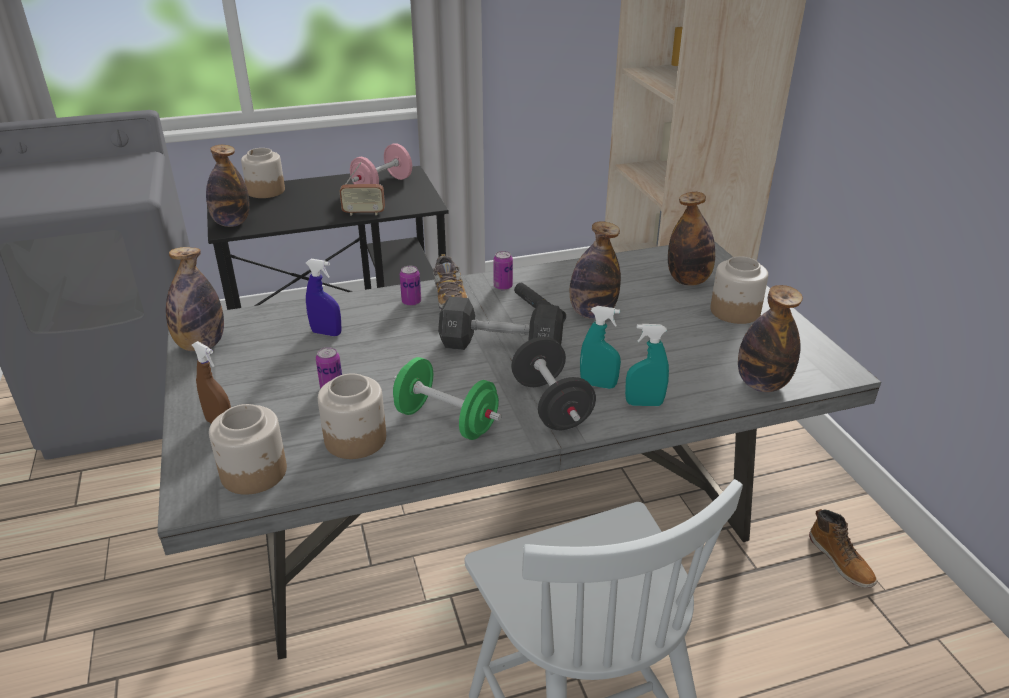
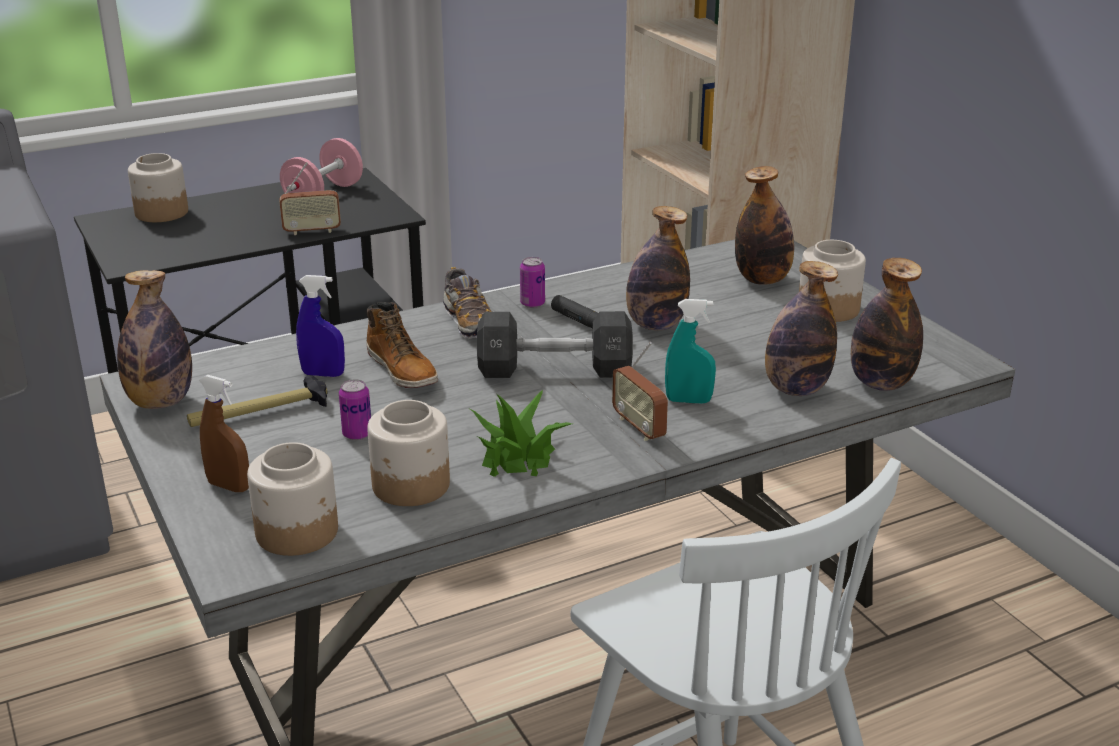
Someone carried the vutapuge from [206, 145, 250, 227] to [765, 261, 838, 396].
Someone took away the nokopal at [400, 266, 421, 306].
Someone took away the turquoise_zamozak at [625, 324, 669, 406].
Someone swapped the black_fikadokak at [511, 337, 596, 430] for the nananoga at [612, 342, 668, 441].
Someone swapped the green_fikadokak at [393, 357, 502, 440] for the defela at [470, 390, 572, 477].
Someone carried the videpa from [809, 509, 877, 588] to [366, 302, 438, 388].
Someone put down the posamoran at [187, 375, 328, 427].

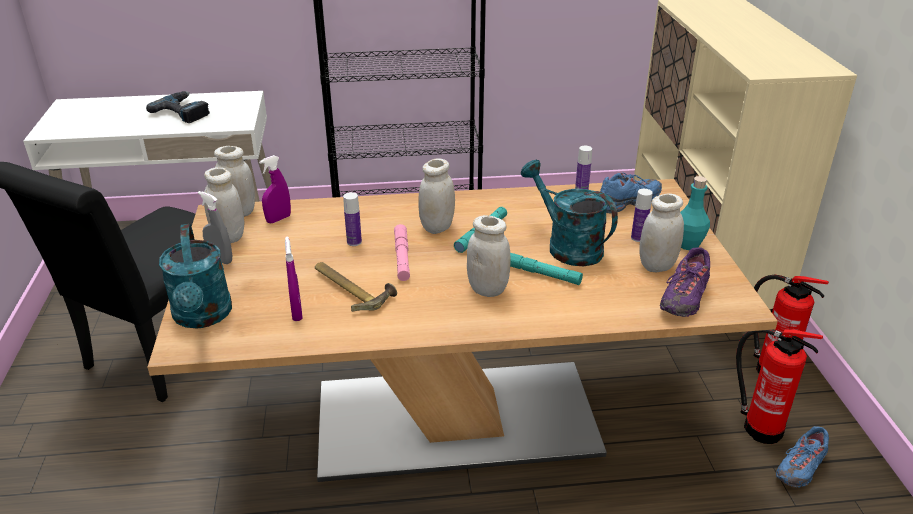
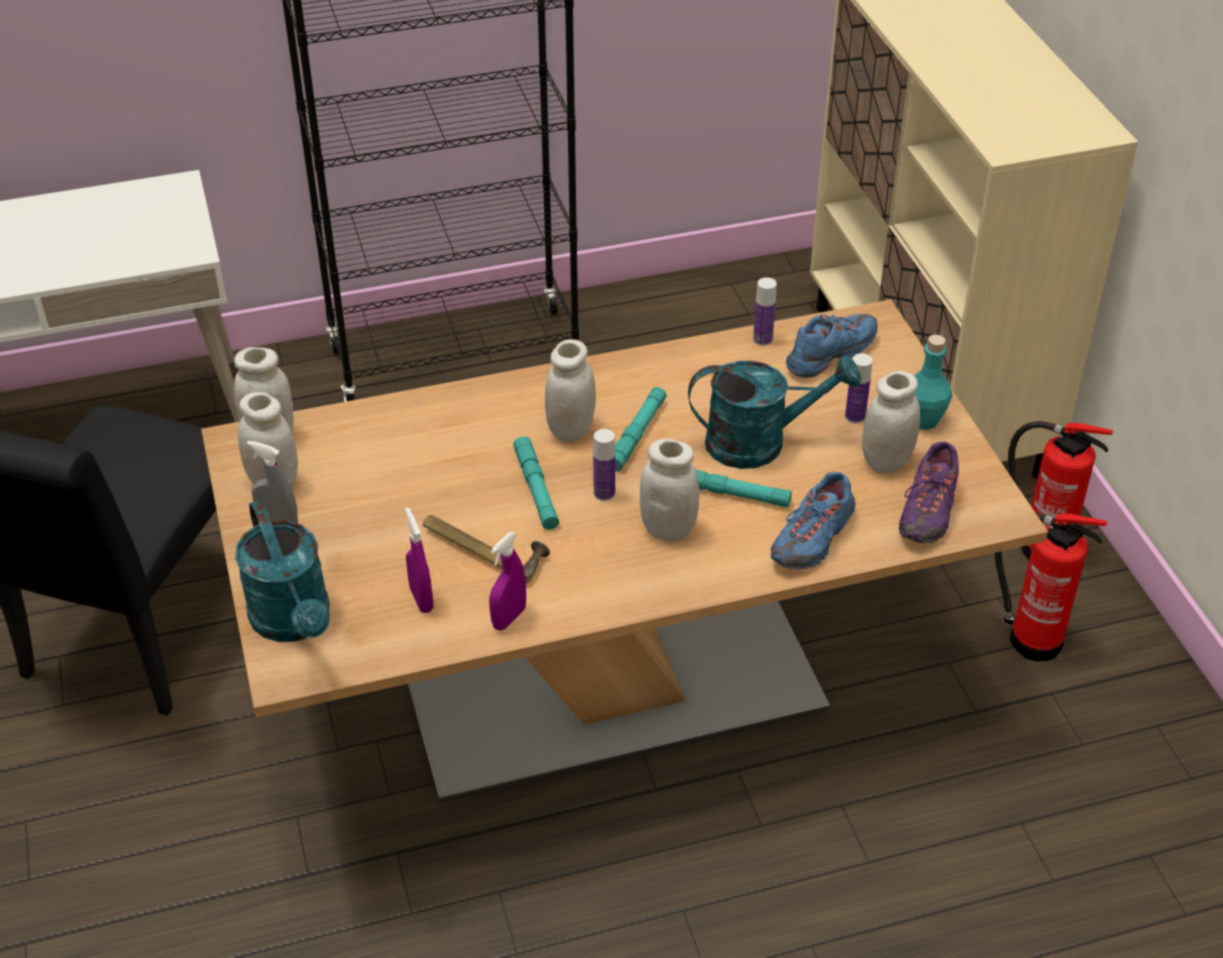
Someone took away the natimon at [146, 91, 210, 123].
Someone carried the purple_zamozak from [259, 155, 291, 223] to [489, 532, 526, 630].
Someone rotated the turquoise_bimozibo at [521, 160, 618, 266] by 135 degrees clockwise.
Someone carried the vutapuge from [343, 192, 362, 246] to [593, 429, 615, 501].
Someone repainted the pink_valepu at [394, 224, 410, 281], which became the turquoise_valepu at [513, 436, 559, 530].
Someone carried the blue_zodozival from [776, 426, 829, 487] to [770, 472, 856, 570].

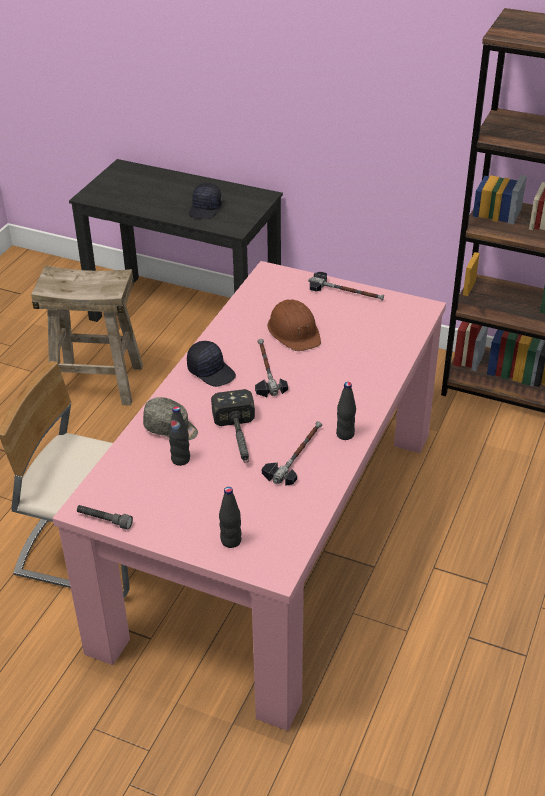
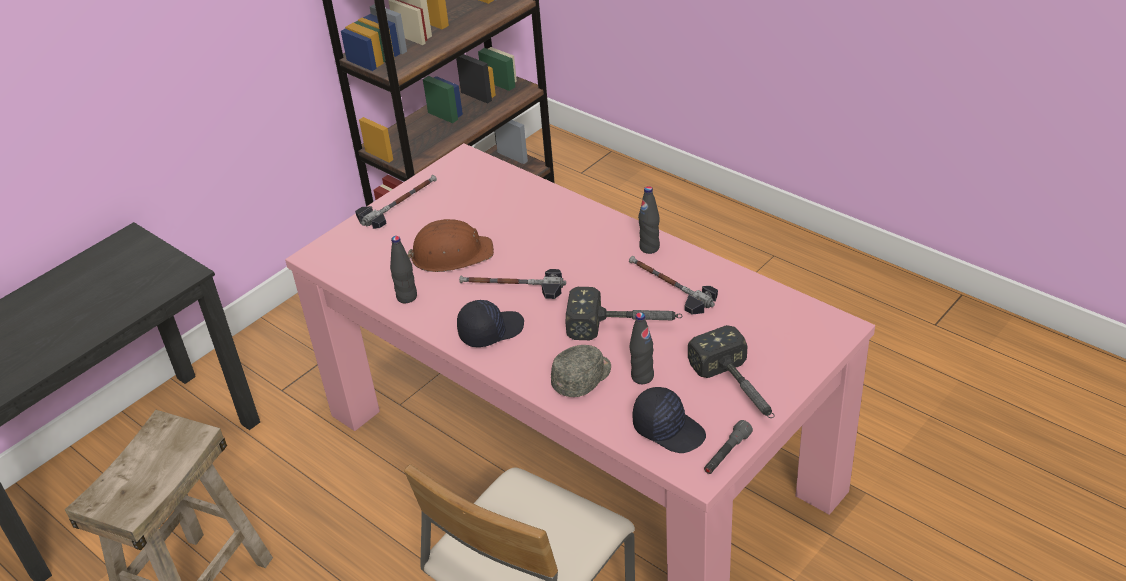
Someone carried the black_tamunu from [189, 183, 222, 219] to [632, 387, 706, 453].
Someone carried the black_vutapuge from [219, 487, 241, 548] to [390, 236, 417, 303].
Someone put down the posamoran at [688, 325, 775, 418].

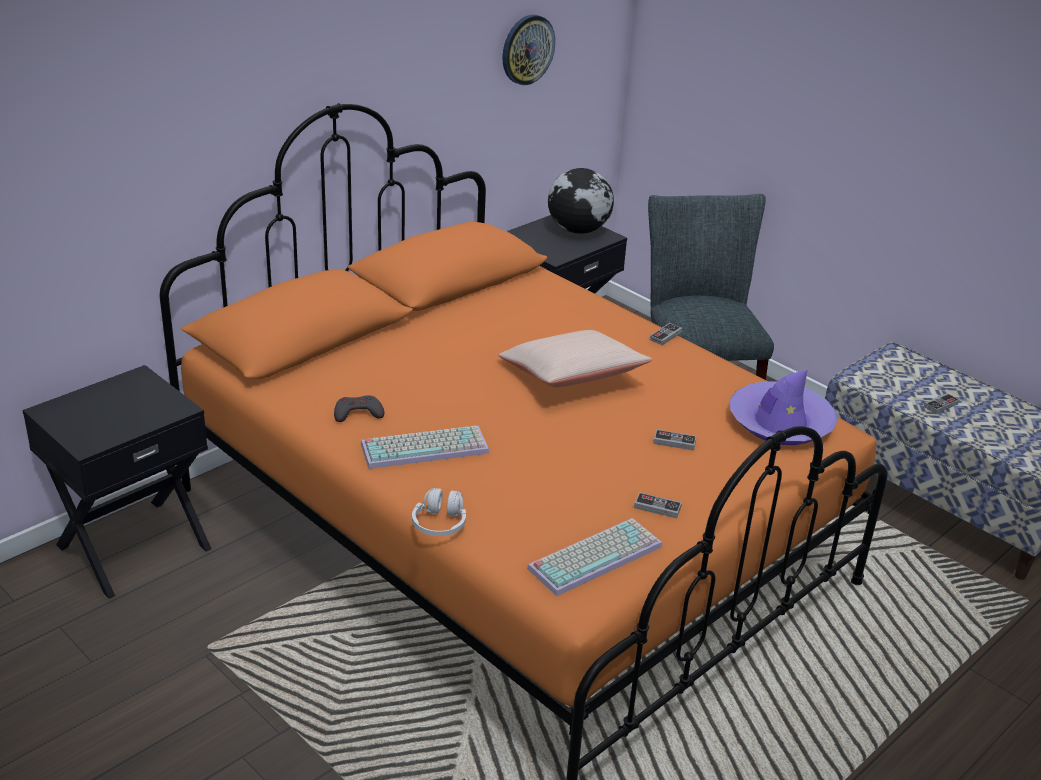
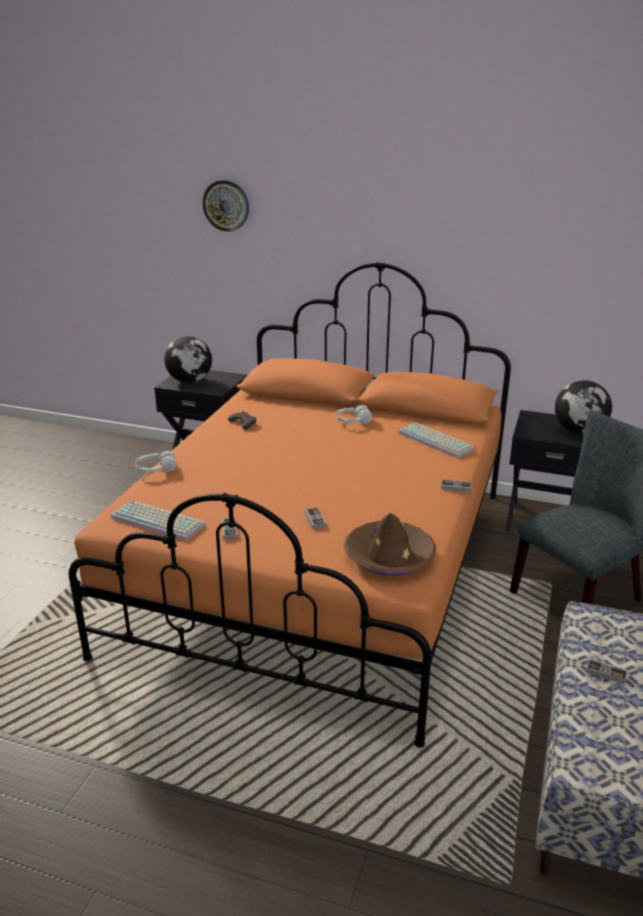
Someone carried the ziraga from [502, 15, 555, 85] to [203, 180, 249, 232].
Someone took away the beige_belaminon at [499, 330, 652, 387].
Someone repainted the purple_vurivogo at [730, 370, 838, 445], which became the brown_vurivogo at [344, 513, 436, 576].
Someone carried the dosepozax from [361, 426, 489, 469] to [398, 422, 475, 458].
Someone put down the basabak at [164, 336, 212, 383].
Someone put down the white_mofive at [335, 405, 372, 424].

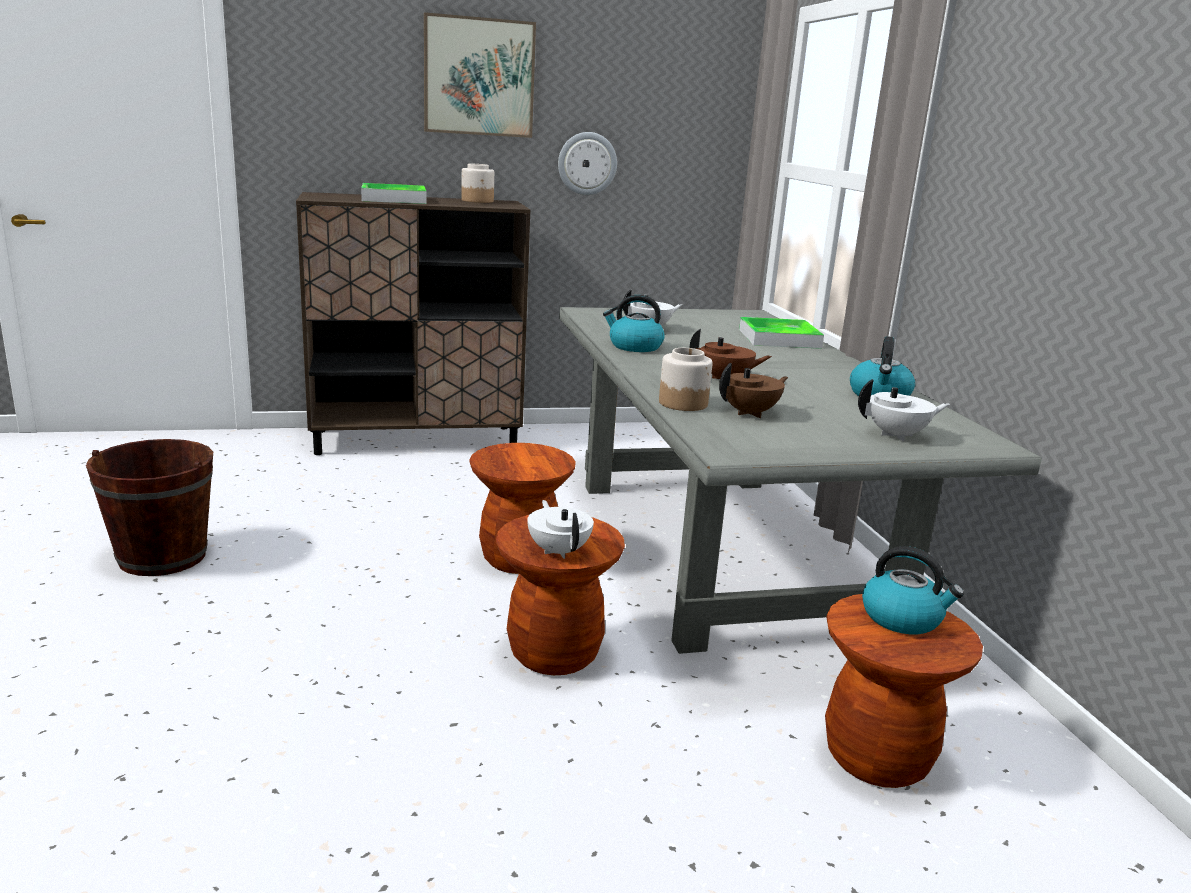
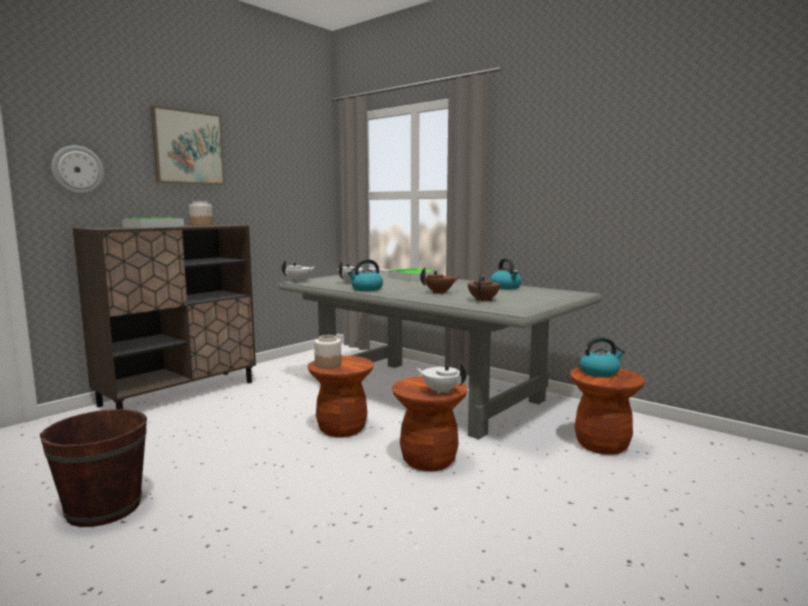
Someone carried the ziraga from [558, 132, 617, 195] to [51, 145, 104, 195].
Someone carried the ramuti from [659, 348, 712, 411] to [314, 335, 342, 369].
Someone carried the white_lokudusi from [858, 379, 950, 441] to [282, 260, 314, 282].

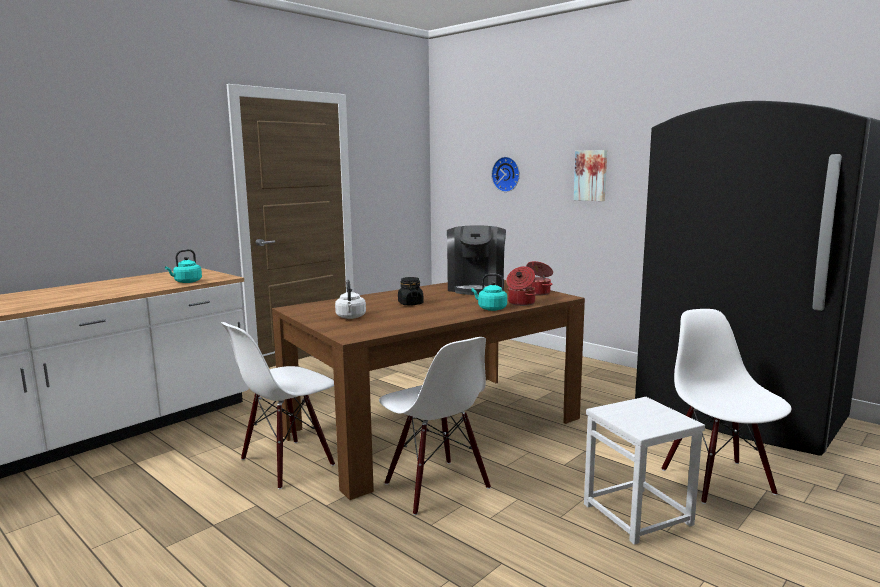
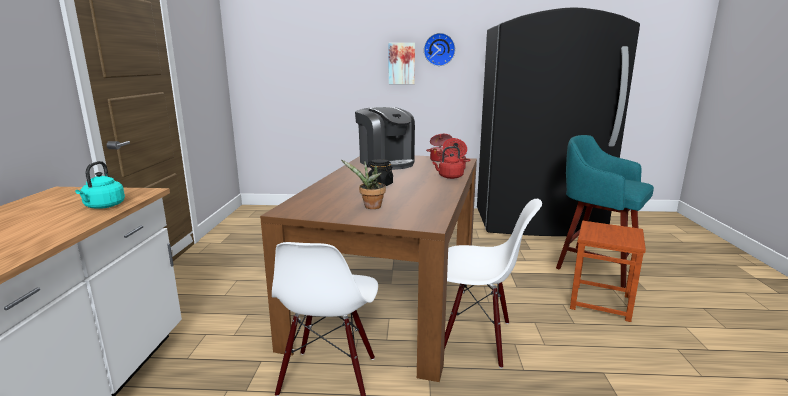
Someone carried the ziraga from [491, 157, 520, 192] to [424, 33, 455, 66].
Someone repainted the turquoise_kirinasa at [471, 274, 507, 311], which became the red_kirinasa at [432, 146, 464, 179].
Someone swapped the white_kirinasa at [335, 280, 366, 319] for the defela at [341, 160, 386, 209].
Someone swapped the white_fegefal at [661, 309, 792, 504] for the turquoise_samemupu at [556, 135, 654, 288].
Someone repainted the white_samemupu at [584, 397, 705, 545], which became the brown_samemupu at [570, 221, 646, 322].

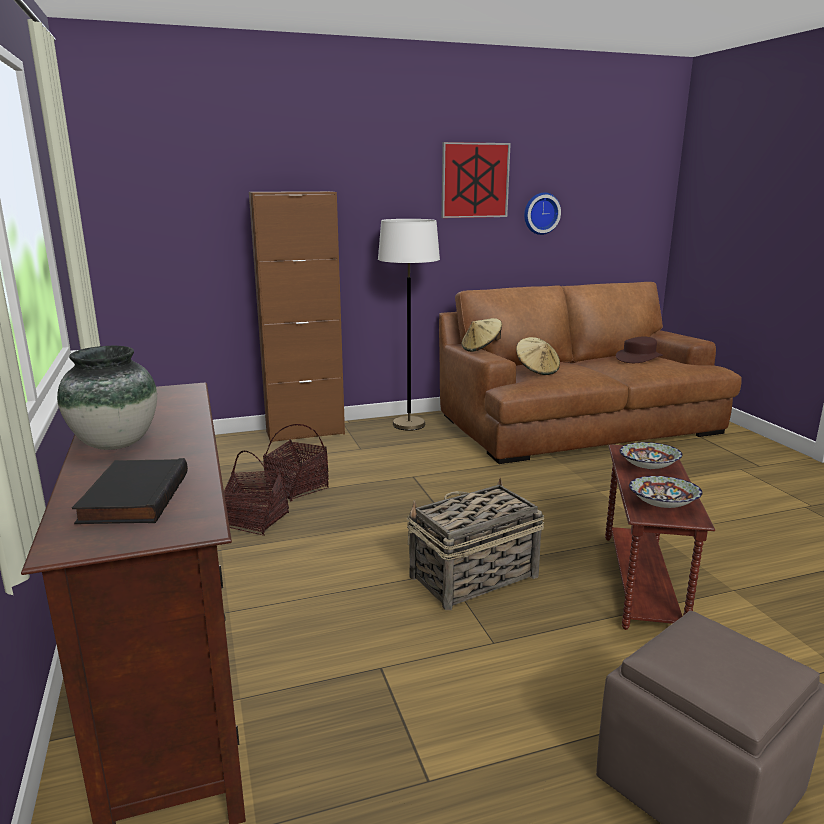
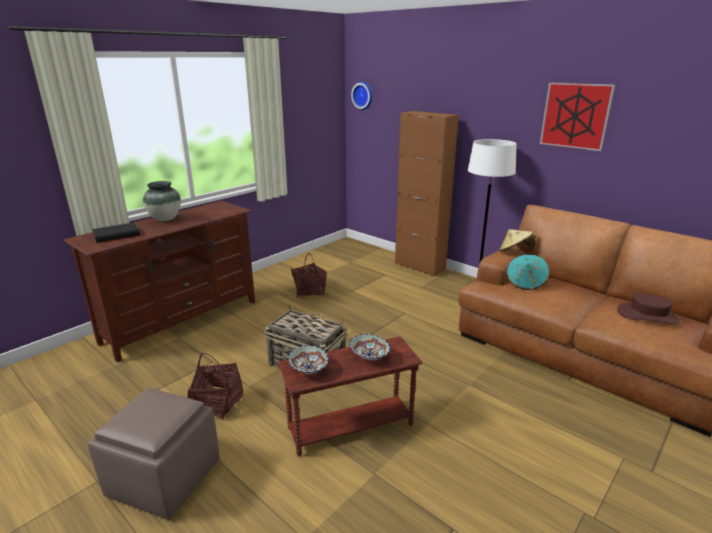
Someone carried the ziraga from [524, 192, 561, 235] to [351, 81, 372, 110].
Someone repainted the beige_vurivogo at [516, 337, 560, 375], which became the turquoise_vurivogo at [506, 255, 549, 290].
Someone carried the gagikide from [263, 424, 329, 502] to [187, 353, 244, 420].

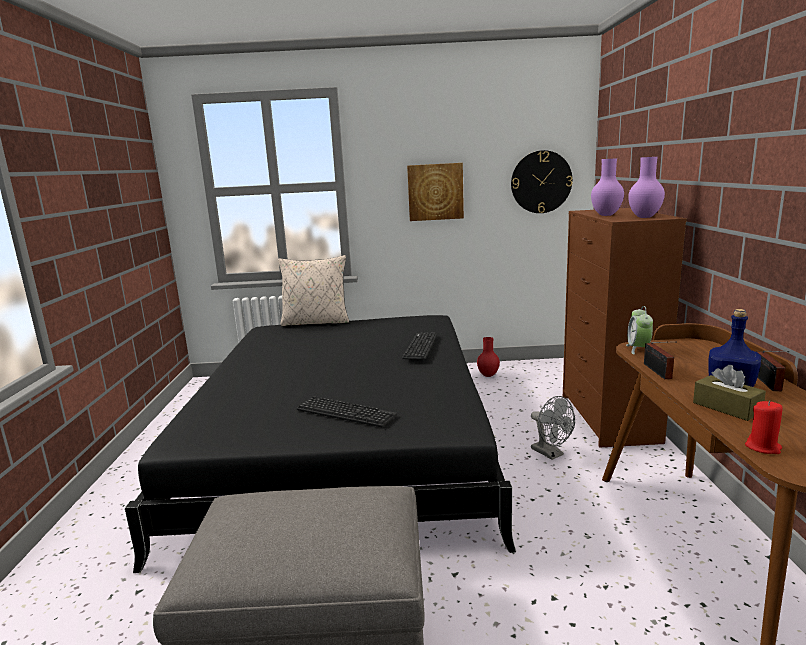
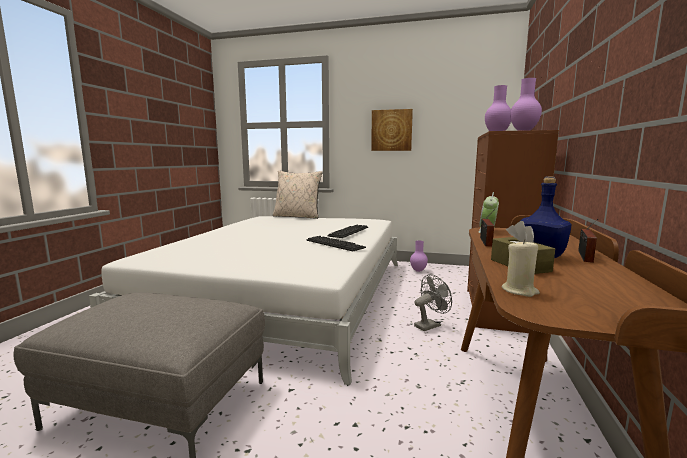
Someone took away the ziraga at [511, 150, 572, 213].
Someone repainted the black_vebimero at [125, 315, 516, 573], which became the white_vebimero at [89, 216, 398, 385].
Someone repainted the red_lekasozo at [477, 337, 500, 377], which became the purple_lekasozo at [410, 241, 428, 272].
Someone carried the dosepozax from [297, 396, 397, 427] to [307, 236, 366, 251].
Someone rotated the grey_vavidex at [531, 396, 575, 460] by 105 degrees counterclockwise.
Someone repainted the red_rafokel at [745, 401, 782, 454], which became the beige_rafokel at [502, 239, 540, 297].

